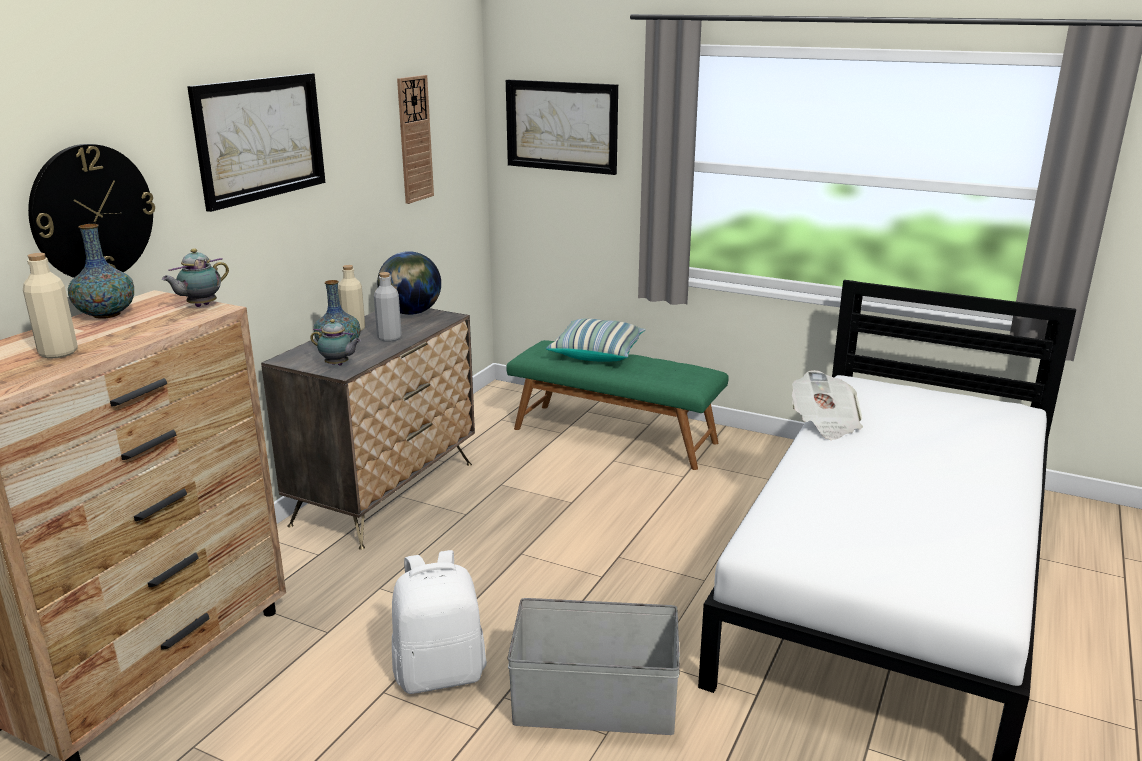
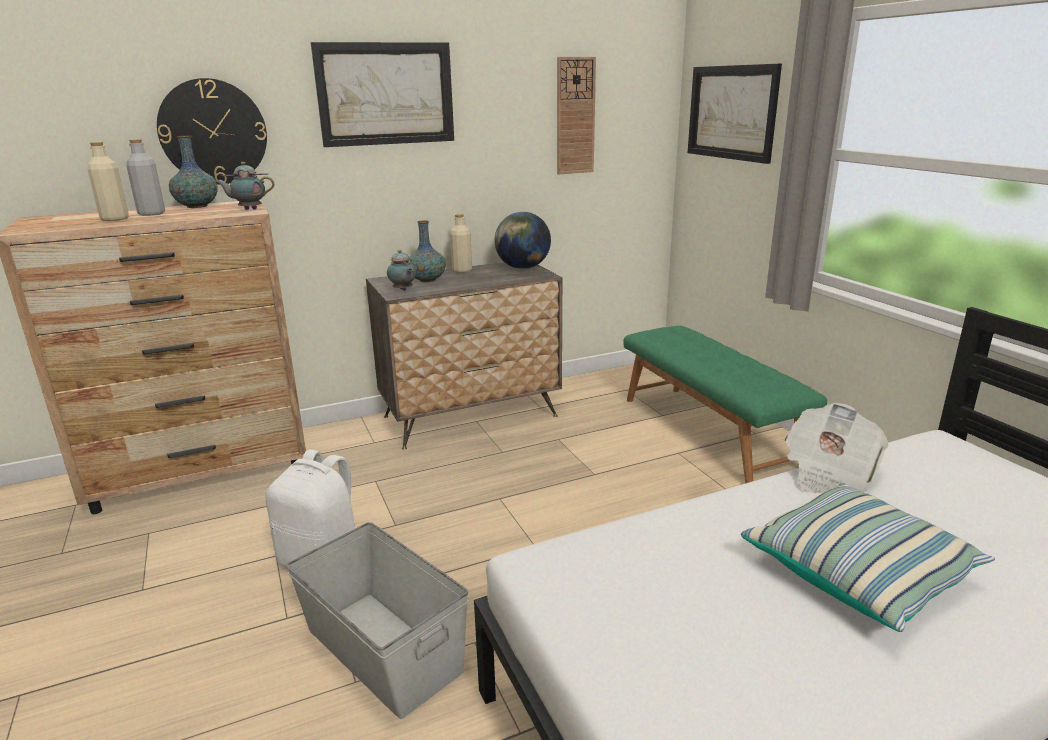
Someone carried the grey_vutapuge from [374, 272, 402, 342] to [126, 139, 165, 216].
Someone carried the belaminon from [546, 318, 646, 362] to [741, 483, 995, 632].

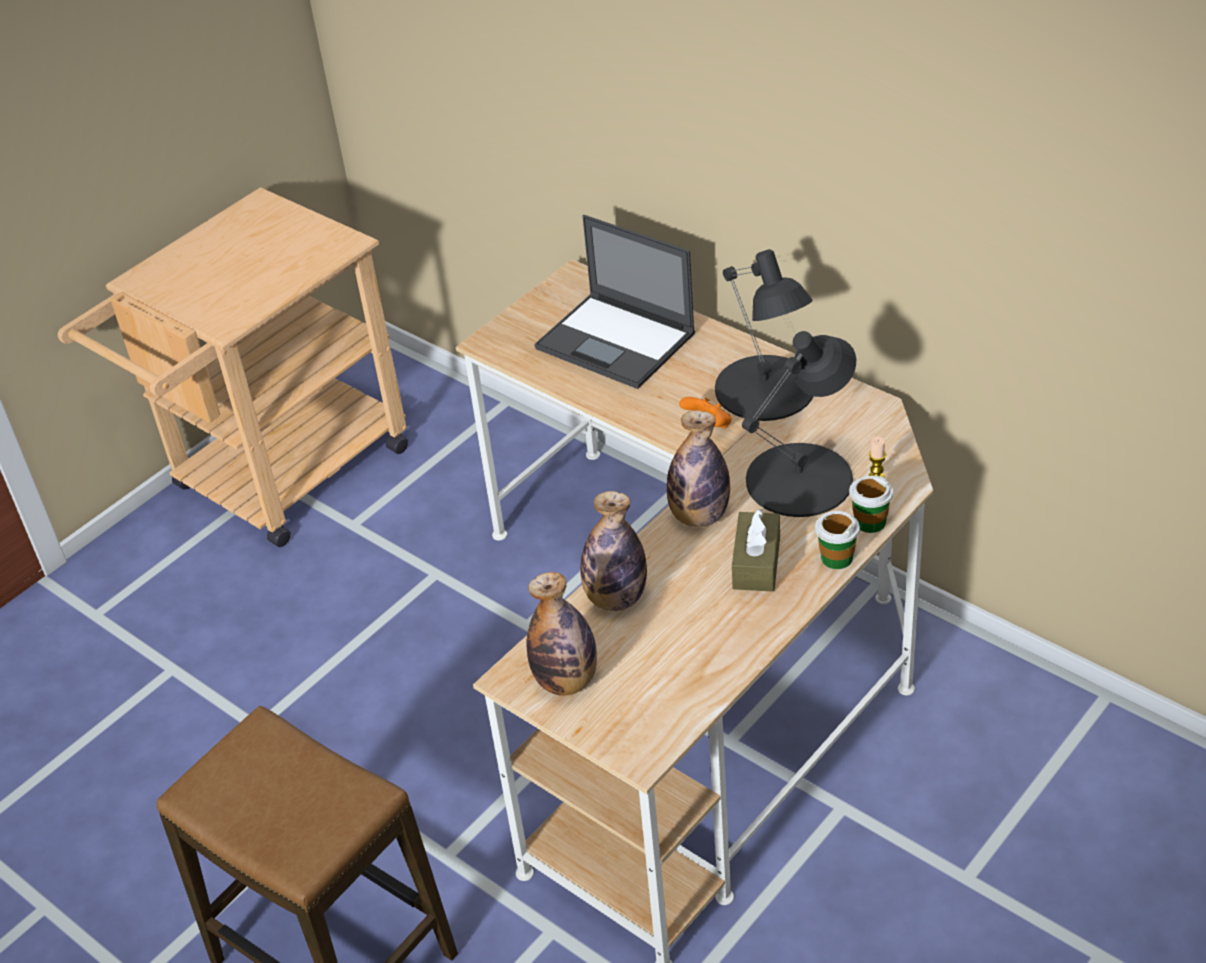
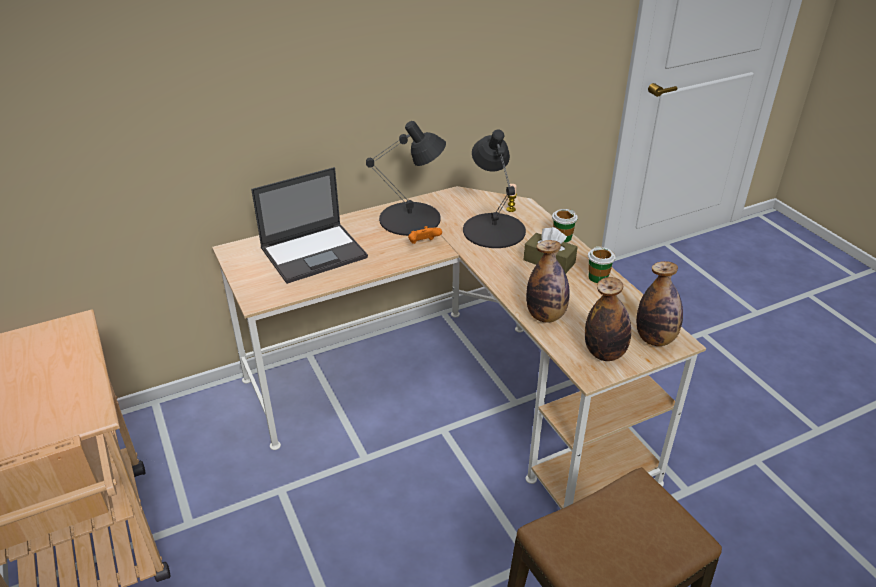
Someone carried the vutapuge from [666, 410, 730, 527] to [636, 261, 683, 346].
Someone carried the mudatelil from [849, 476, 893, 533] to [588, 246, 616, 283].

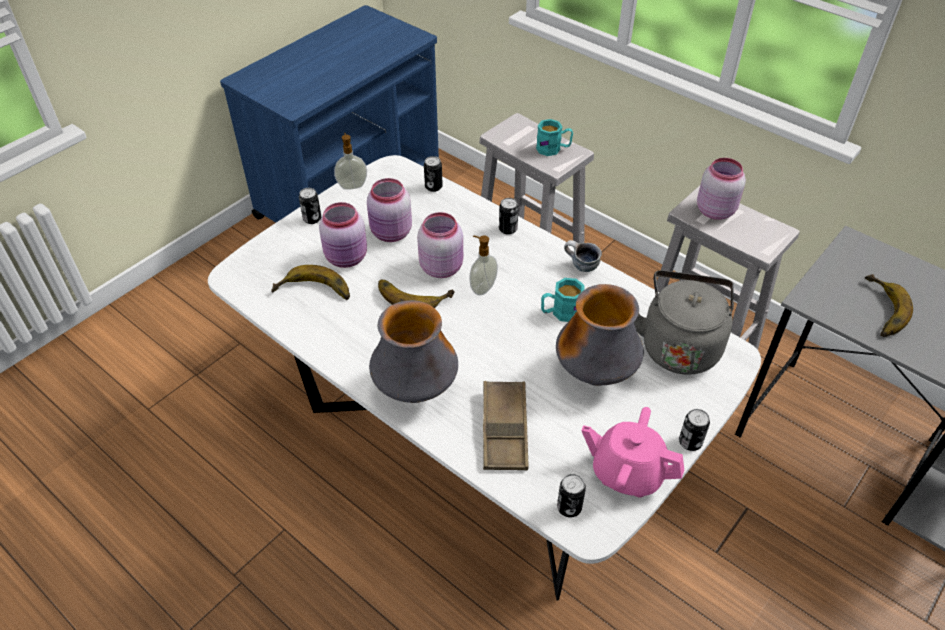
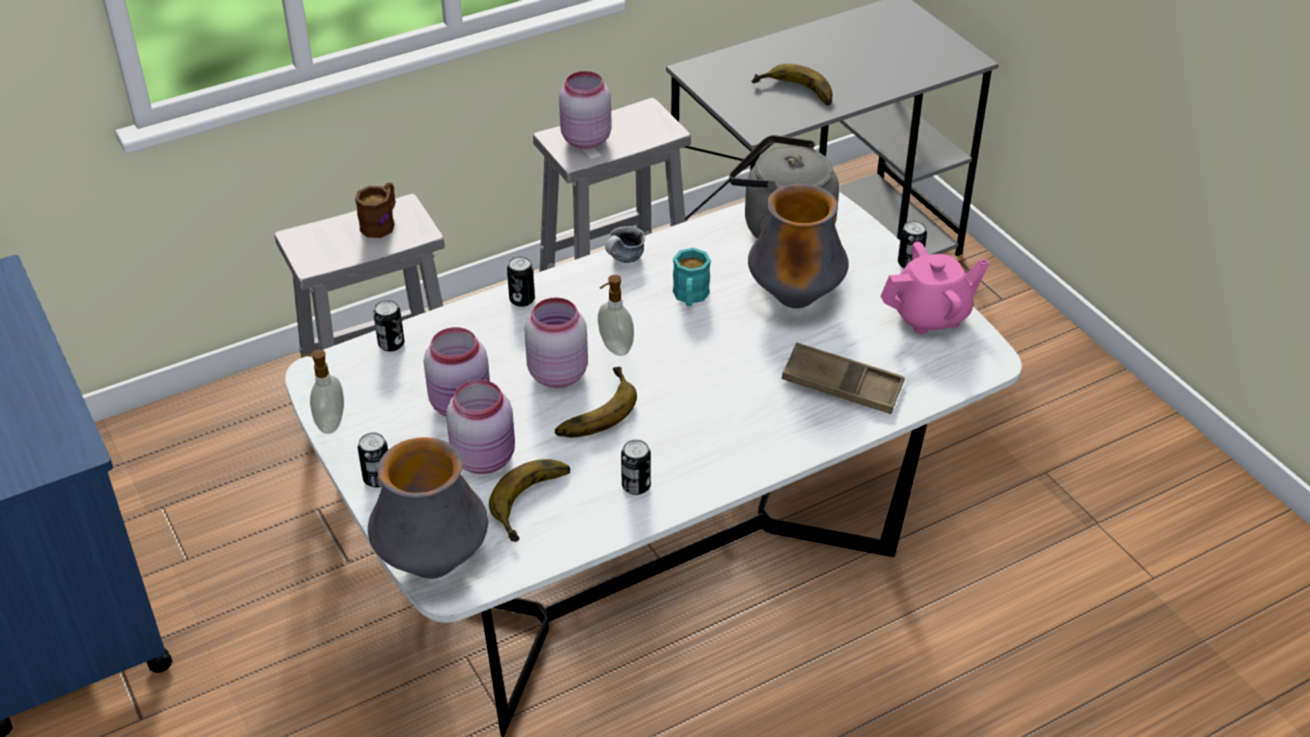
Someone repainted the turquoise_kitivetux at [536, 119, 573, 156], which became the brown_kitivetux at [355, 182, 395, 238].
Someone carried the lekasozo from [369, 300, 458, 403] to [368, 437, 488, 579].
Someone rotated the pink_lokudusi at [581, 407, 684, 498] by 150 degrees counterclockwise.
Someone carried the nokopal from [557, 474, 586, 517] to [621, 440, 651, 495].

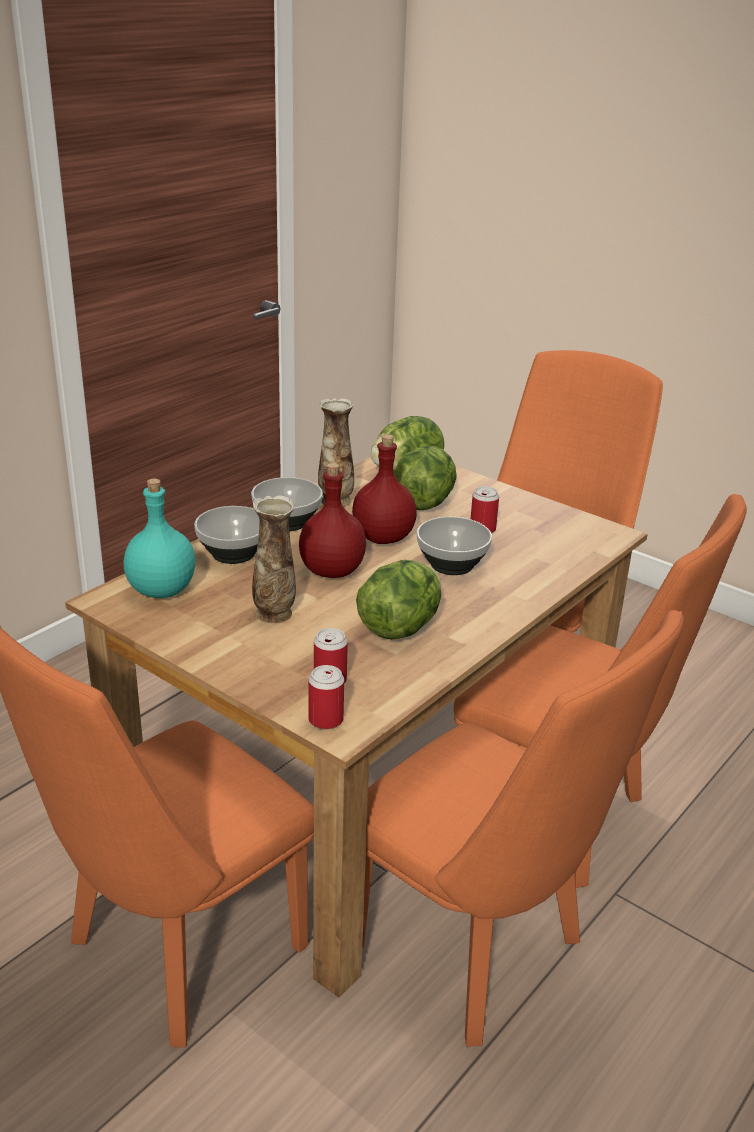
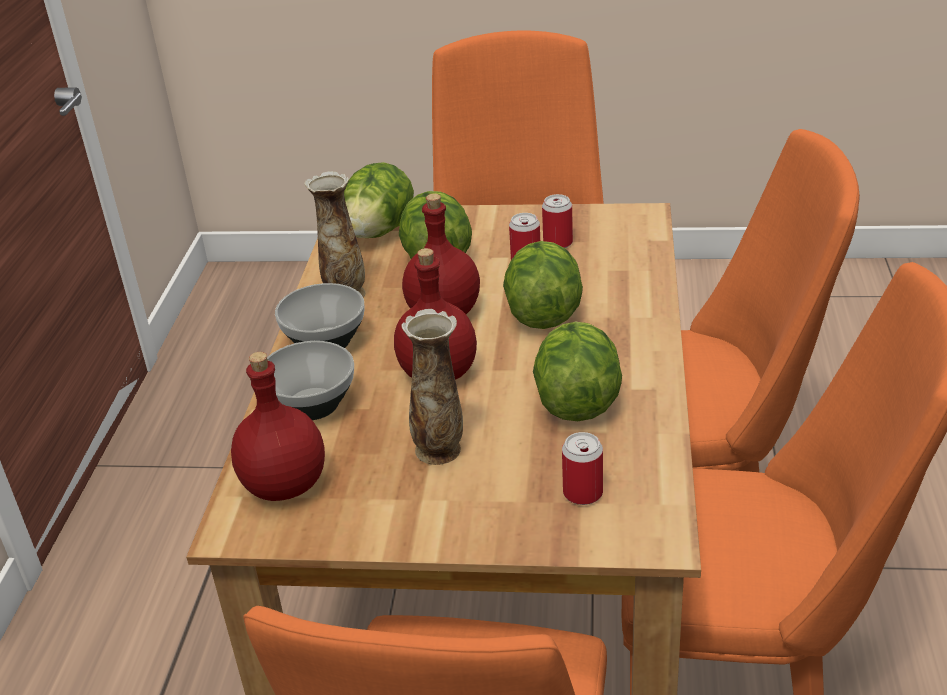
Someone repainted the turquoise_vutapuge at [124, 479, 196, 598], which became the red_vutapuge at [231, 352, 325, 501].
Someone swapped the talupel at [416, 517, 492, 575] for the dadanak at [503, 241, 583, 329].
Someone carried the nokopal from [309, 665, 344, 730] to [542, 194, 573, 248].

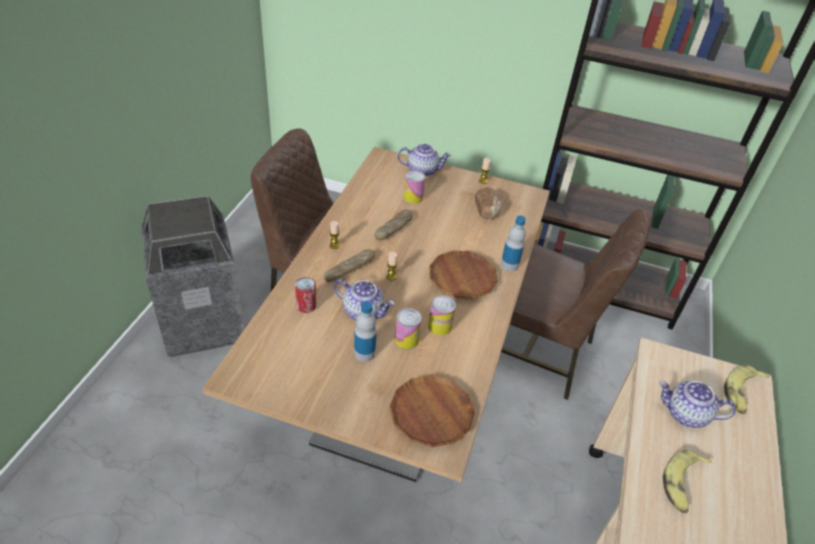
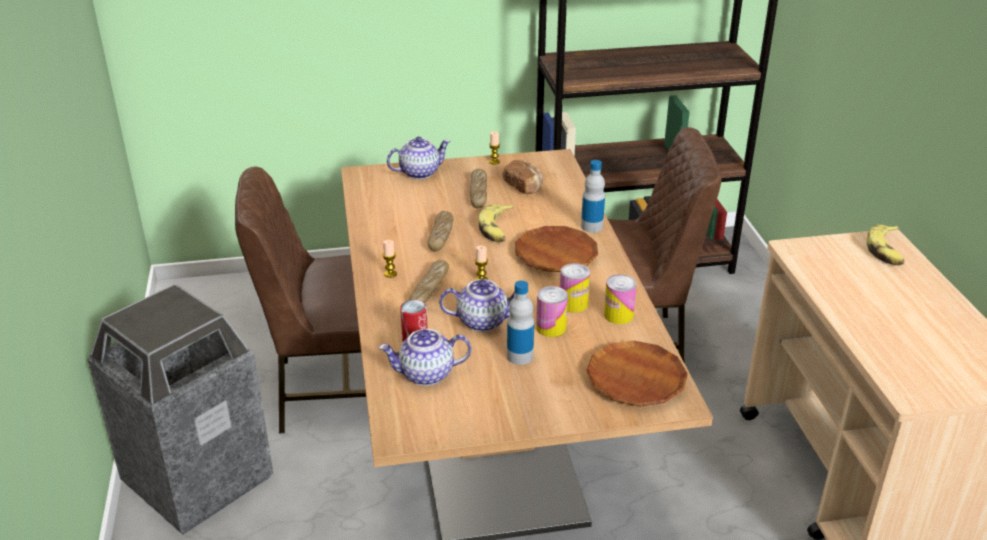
Someone carried the nokopal from [404, 170, 425, 204] to [604, 274, 637, 324].
Someone carried the lokudusi from [659, 381, 736, 428] to [379, 329, 471, 386].
Someone carried the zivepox from [663, 450, 711, 513] to [479, 204, 514, 242].
Someone put down the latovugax at [470, 169, 487, 208].

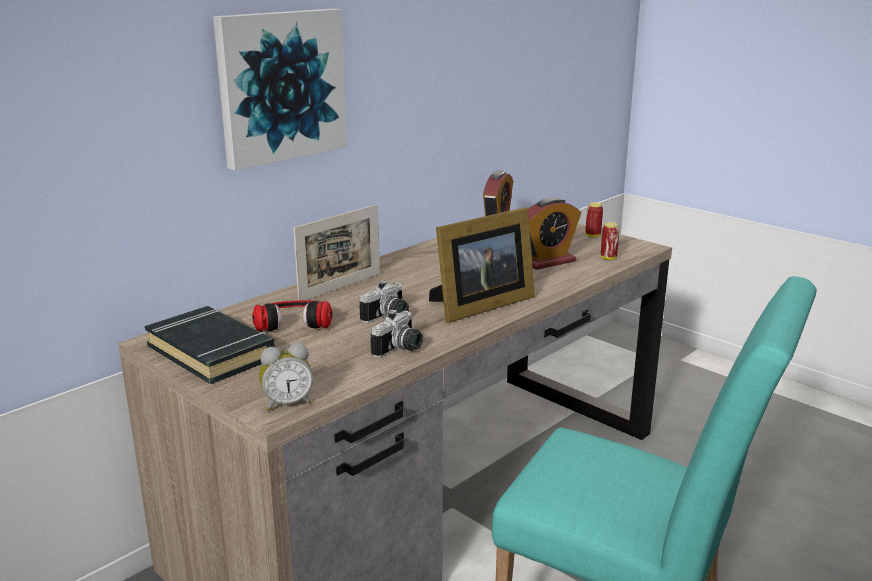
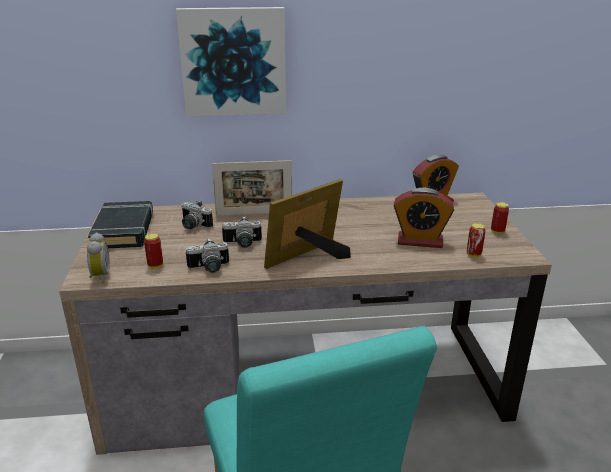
Someone rotated the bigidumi at [429, 207, 535, 323] by 135 degrees clockwise.
Someone swapped the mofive at [252, 300, 332, 332] for the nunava at [181, 200, 213, 229].
Someone rotated the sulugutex at [259, 343, 314, 411] by 120 degrees counterclockwise.
Someone put down the nokopal at [144, 233, 163, 269].

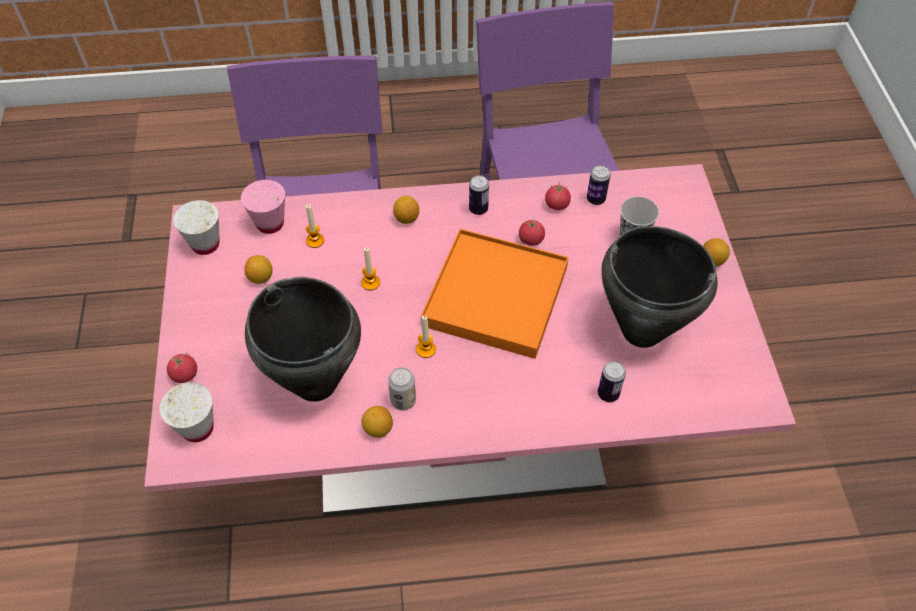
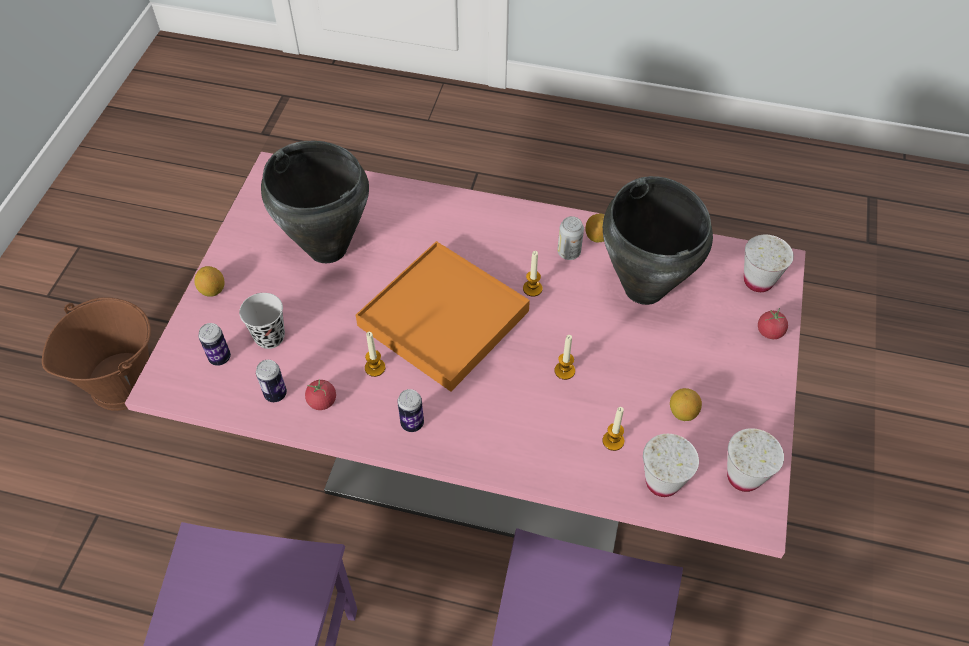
Someone repainted the pink_mudatelil at [241, 180, 285, 234], which became the white_mudatelil at [643, 434, 699, 497].
Someone took away the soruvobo at [393, 196, 419, 224].
Someone swapped the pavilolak at [519, 218, 545, 246] for the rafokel at [365, 332, 386, 377].
Someone carried the nokopal from [598, 361, 626, 402] to [198, 323, 231, 366].
Someone put down the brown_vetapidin at [42, 297, 151, 411].

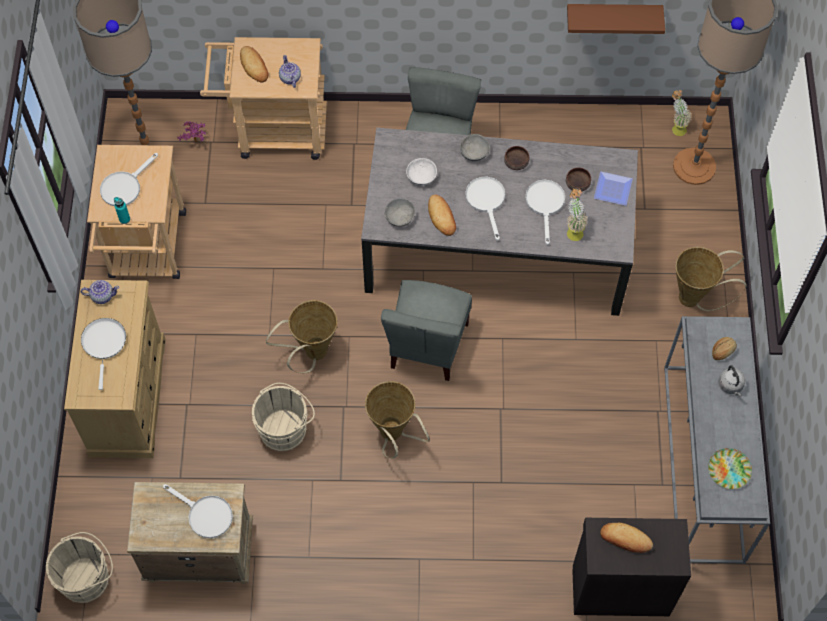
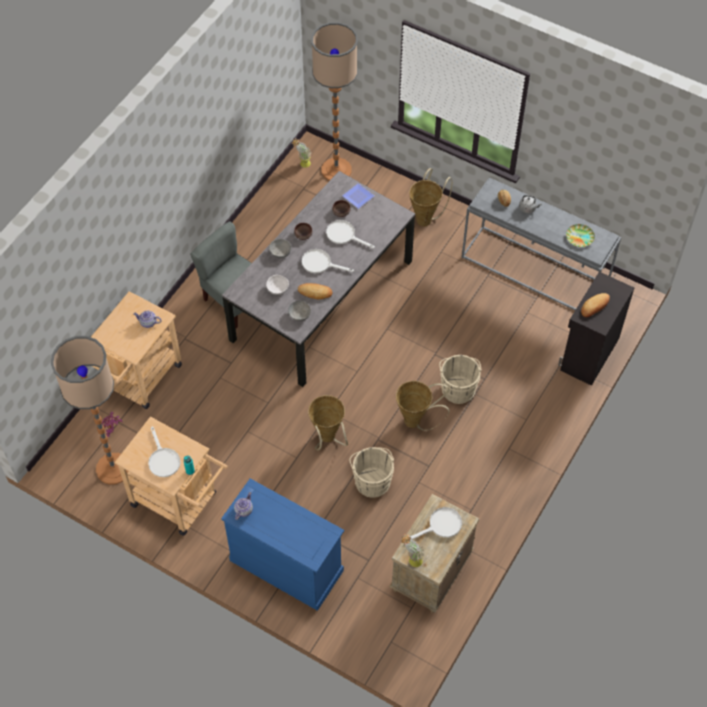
Someone took away the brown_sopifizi at [567, 4, 665, 34].
Someone took away the latovugax at [240, 46, 269, 83].
Someone carried the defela from [567, 188, 588, 241] to [402, 534, 424, 567].
Someone repainted the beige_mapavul at [64, 280, 165, 458], which became the blue_mapavul at [221, 478, 345, 611].
Someone took away the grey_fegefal at [381, 280, 472, 381].
Someone took away the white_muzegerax at [81, 318, 126, 390].
Someone carried the beige_vetapidin from [46, 532, 113, 603] to [439, 355, 482, 404].

